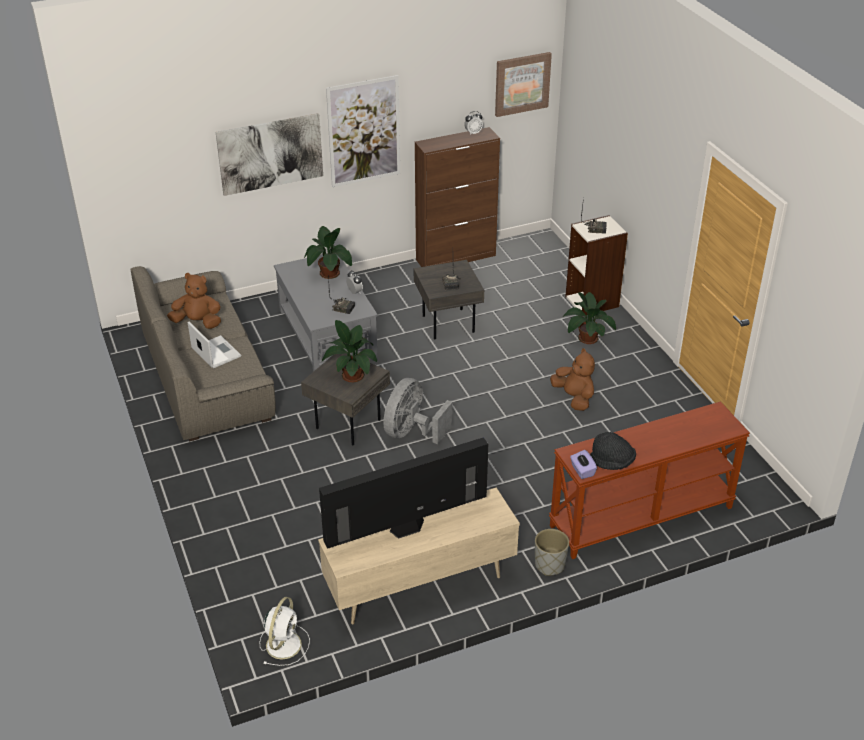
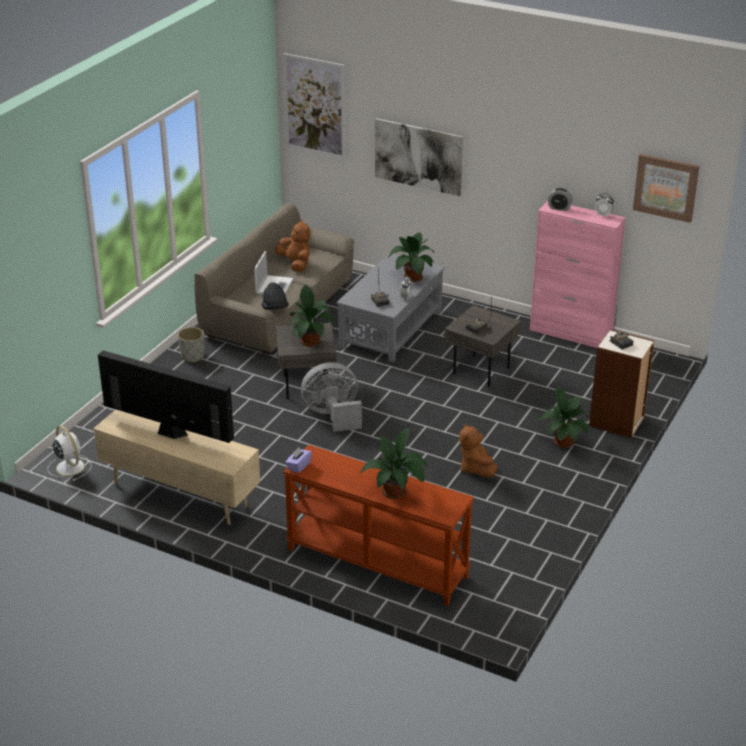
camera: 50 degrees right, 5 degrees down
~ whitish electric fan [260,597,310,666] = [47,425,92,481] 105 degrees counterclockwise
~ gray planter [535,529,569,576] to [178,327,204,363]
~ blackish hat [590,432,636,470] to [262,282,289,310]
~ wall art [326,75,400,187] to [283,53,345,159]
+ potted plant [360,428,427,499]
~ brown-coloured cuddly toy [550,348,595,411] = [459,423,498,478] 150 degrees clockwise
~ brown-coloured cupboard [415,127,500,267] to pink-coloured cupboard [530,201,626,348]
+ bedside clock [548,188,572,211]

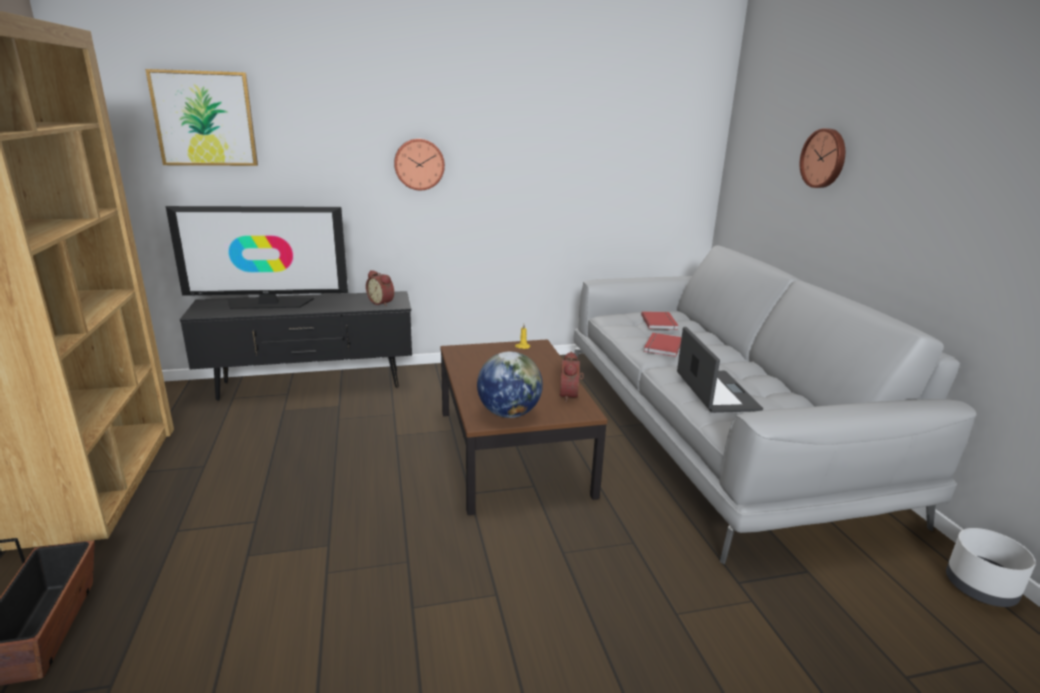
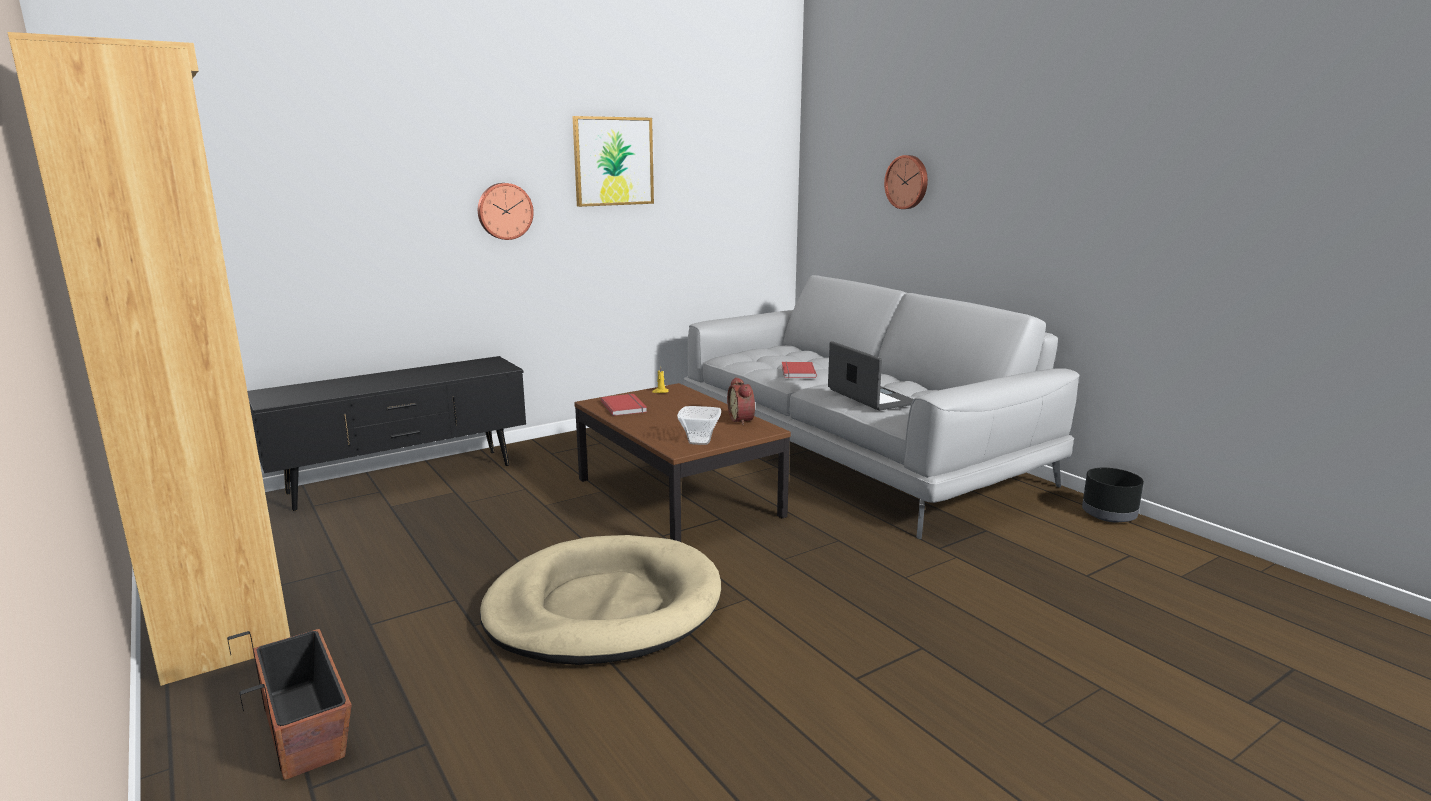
camera: 20 degrees left, 5 degrees down
+ beige dog cushion [480,535,721,665]
~ wall art [145,69,258,166] to [573,116,654,207]
~ reddish bound book [641,311,679,330] to [601,394,647,416]
~ globe [477,351,543,418] to bowl [677,406,721,445]
~ whitish planter [946,528,1036,607] to blackish planter [1082,468,1144,522]
- TV set [166,206,348,309]
- bedside clock [366,270,394,306]

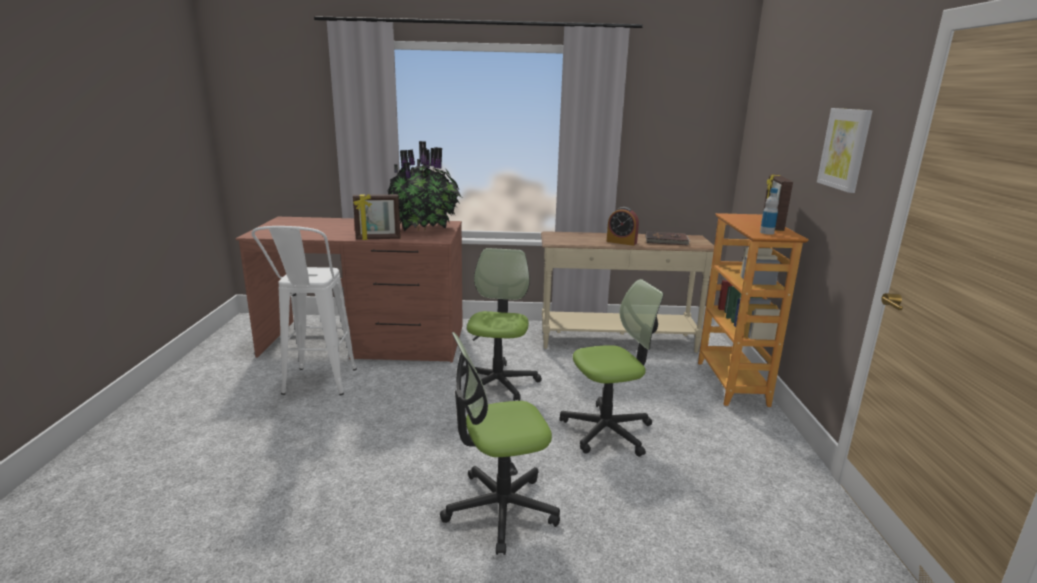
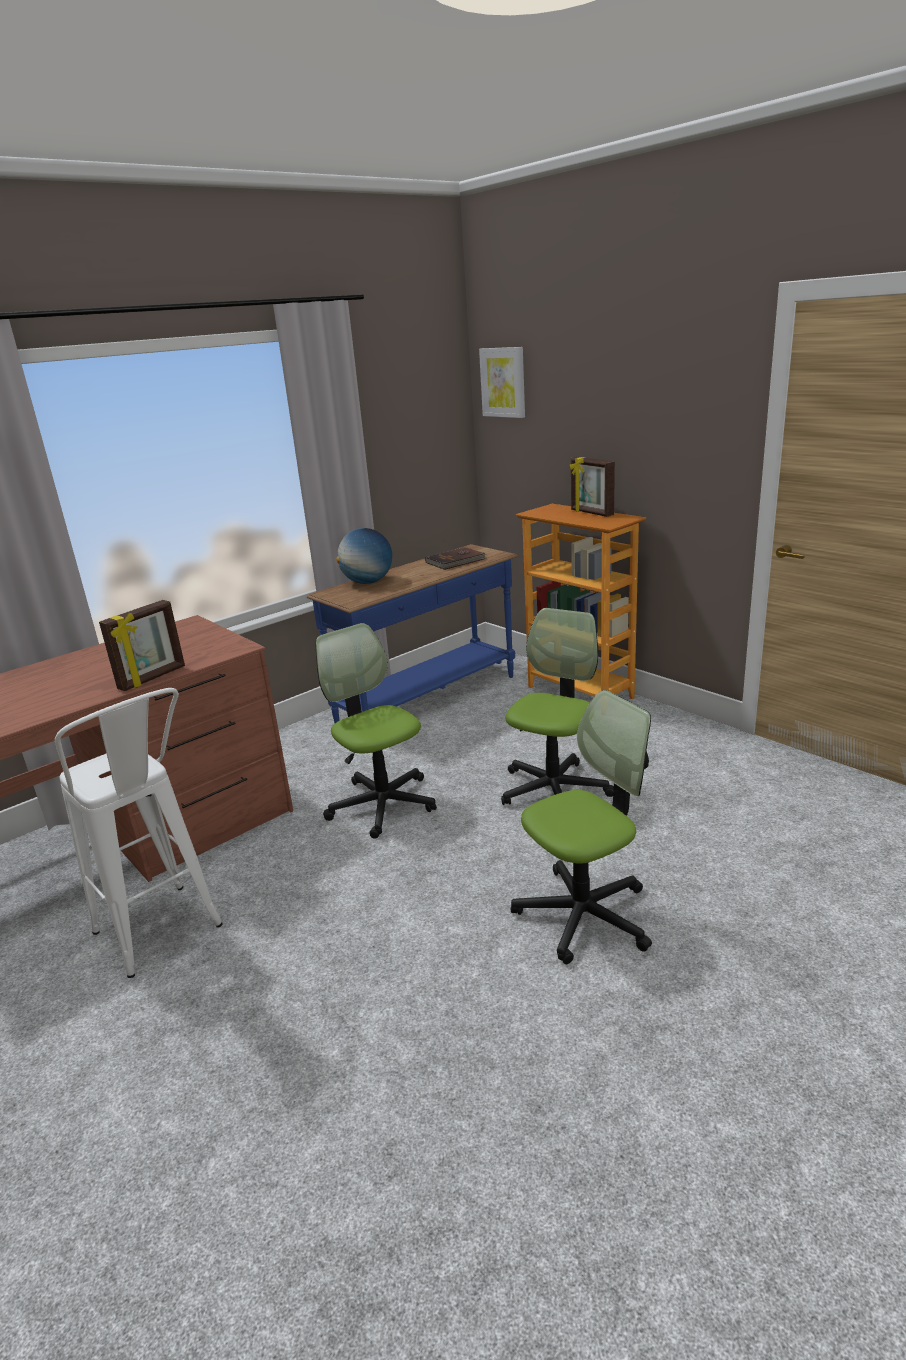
camera: 40 degrees left, 5 degrees up
~ beige console table [541,231,714,353] to blue-coloured console table [307,544,518,723]
+ globe [336,528,392,584]
~ wall art [817,108,872,193] to [479,347,525,418]
~ desk chair [440,332,560,555] = [511,690,652,964] 150 degrees counterclockwise
- potted plant [387,141,462,232]
- bedside clock [607,207,639,246]
- beverage bottle [760,188,779,235]

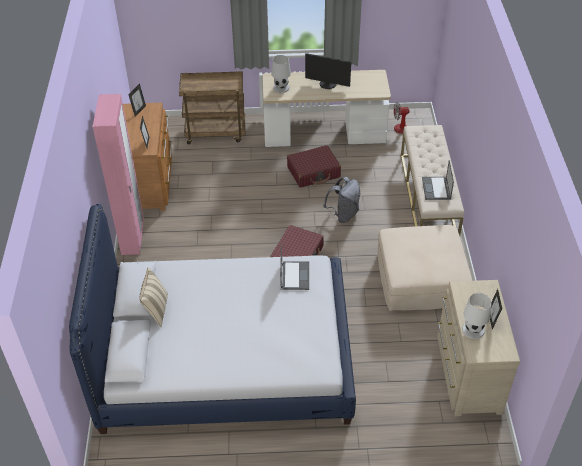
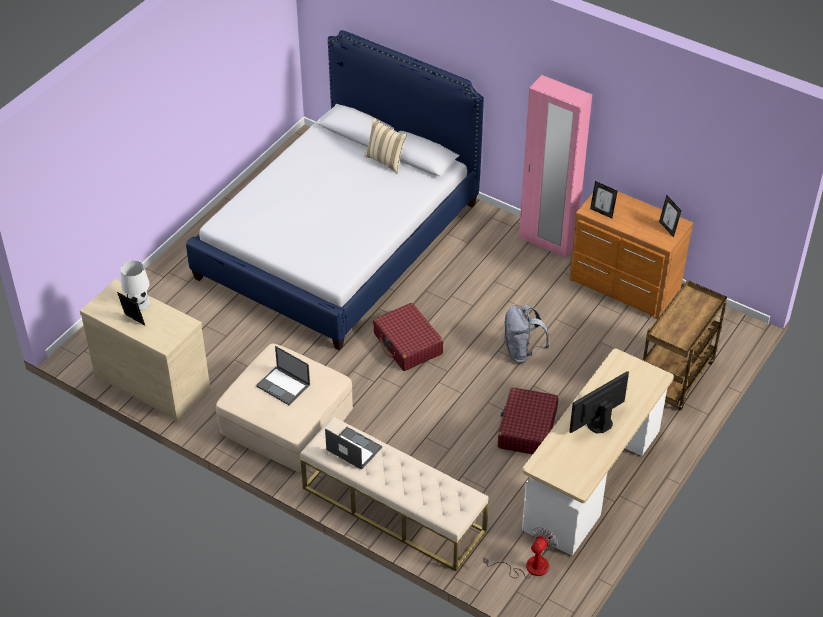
camera: 125 degrees right, 0 degrees up
~ notebook computer [280,245,309,290] to [256,346,310,405]
~ gray knapsack [323,177,361,223] to [503,305,549,363]
- whitish tabletop lamp [271,55,291,93]

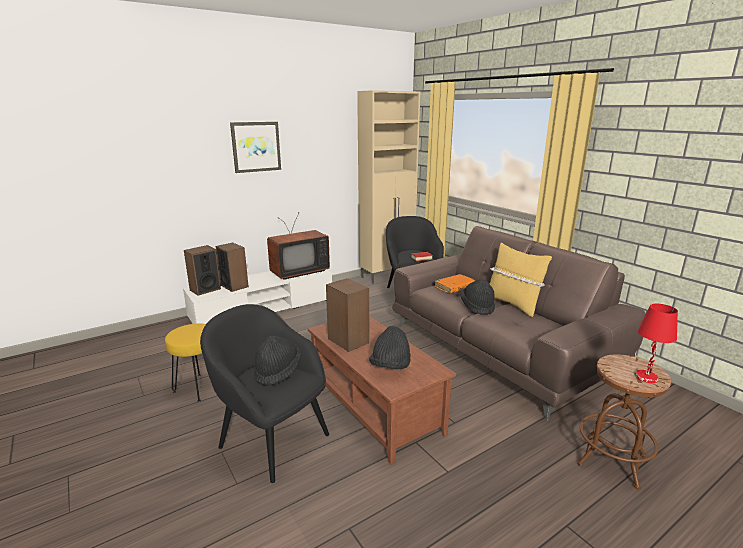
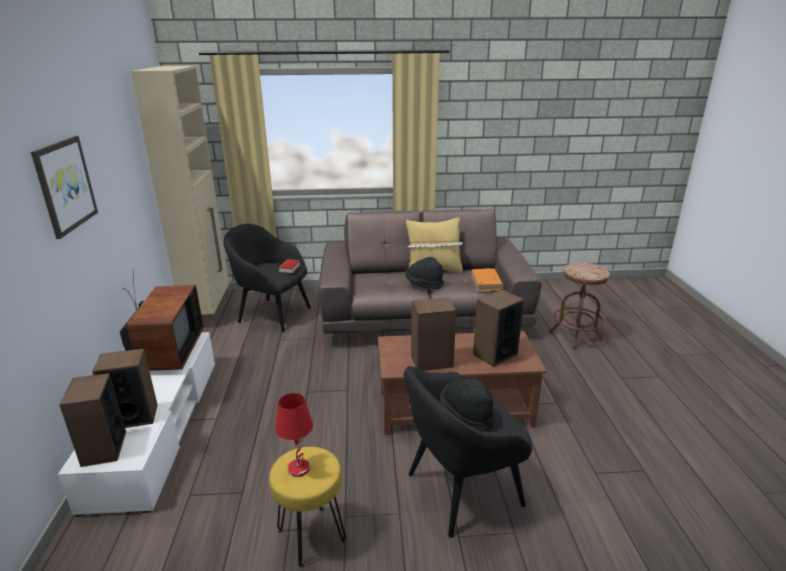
camera: 60 degrees left, 5 degrees up
~ reddish tabletop lamp [635,304,678,383] to [276,393,313,477]
~ orangey bound book [435,274,475,293] to [471,268,503,291]
~ blackish hat [369,326,410,369] to speaker [473,289,524,367]

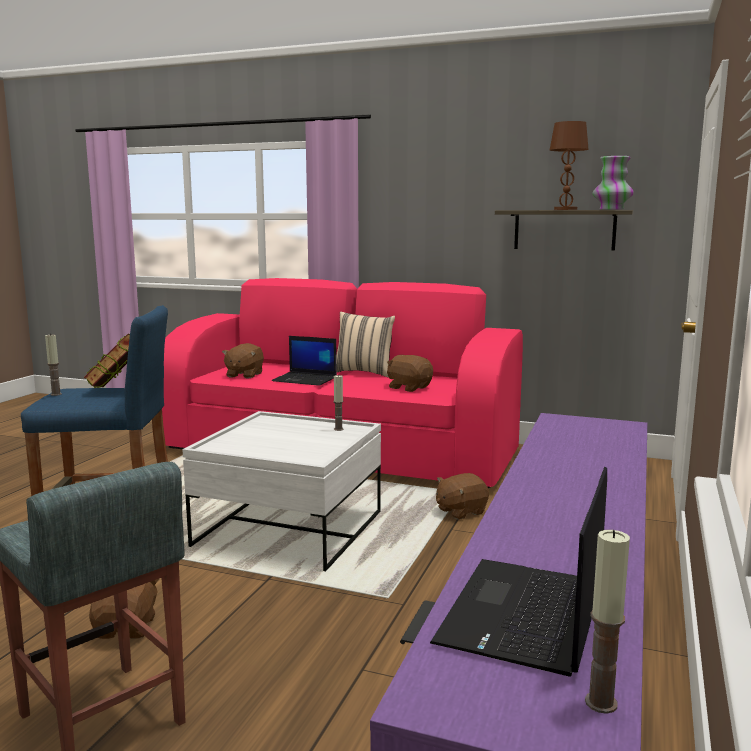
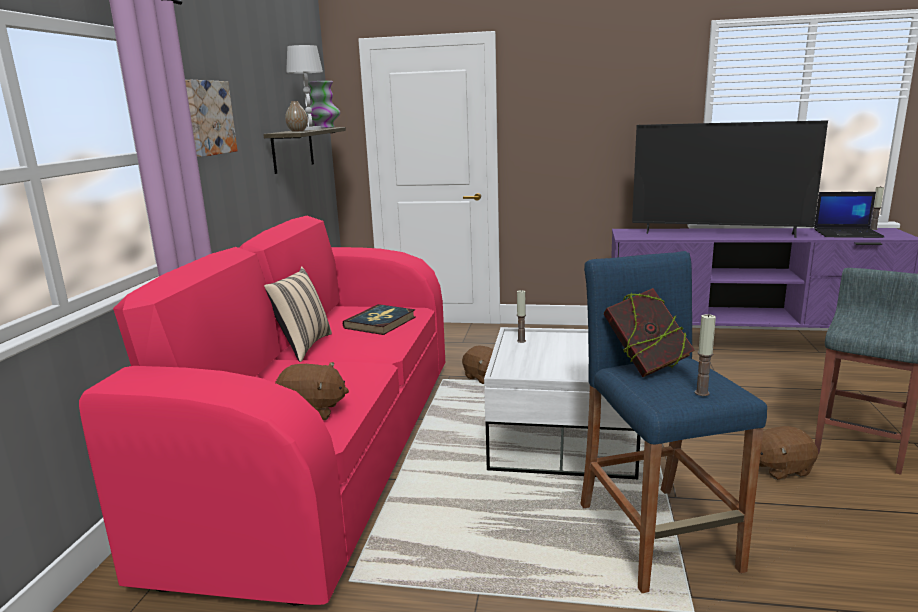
camera: 100 degrees left, 5 degrees up
+ wall art [185,80,238,157]
+ vase [285,101,308,132]
~ brown-coloured tabletop lamp [550,121,589,210] to whitish tabletop lamp [286,45,323,130]
~ brown-coloured cuddly toy [387,355,433,392] to bound book [343,304,416,335]
+ TV set [632,120,828,238]
- notebook computer [272,336,337,386]

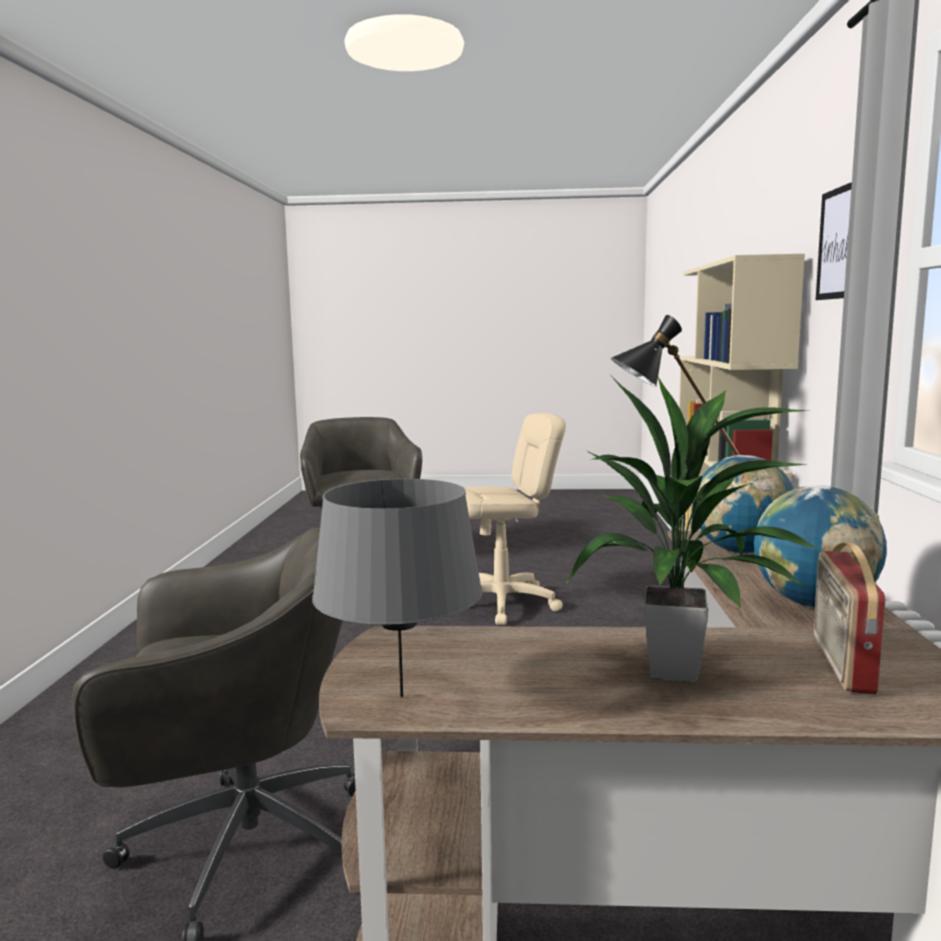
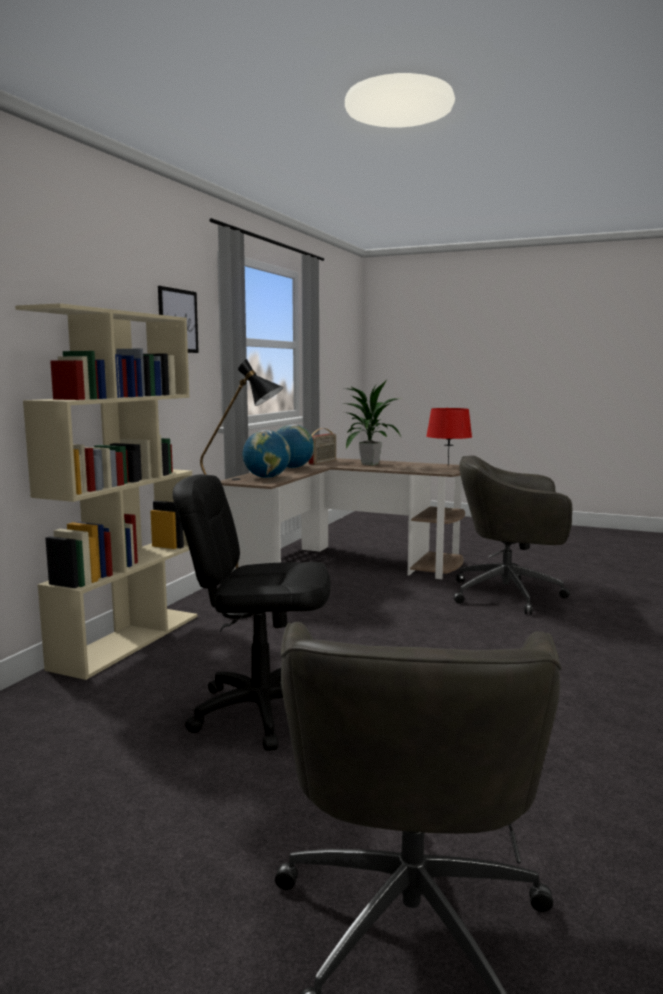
camera: 160 degrees left, 0 degrees up
~ beige desk chair [463,413,566,625] to blackish desk chair [173,474,331,751]
~ gray tabletop lamp [312,479,483,697] to reddish tabletop lamp [426,408,472,466]

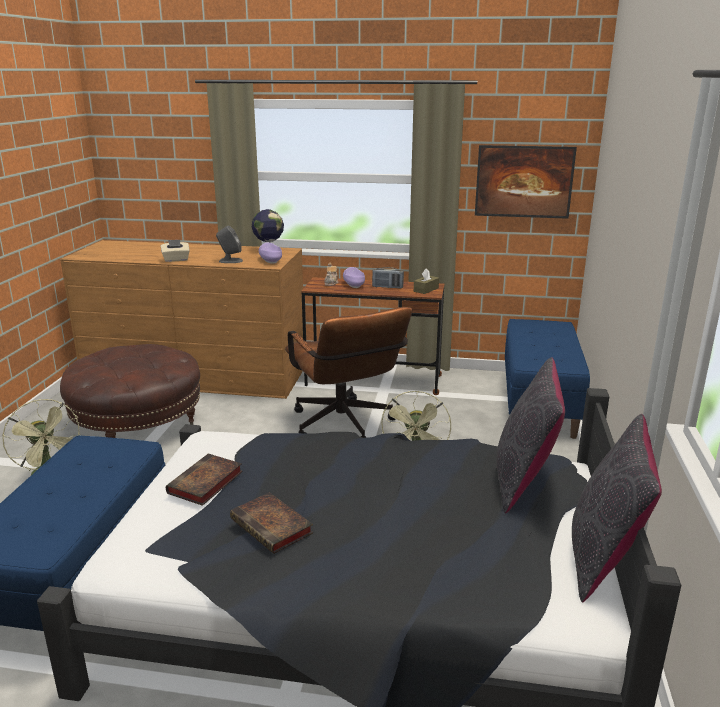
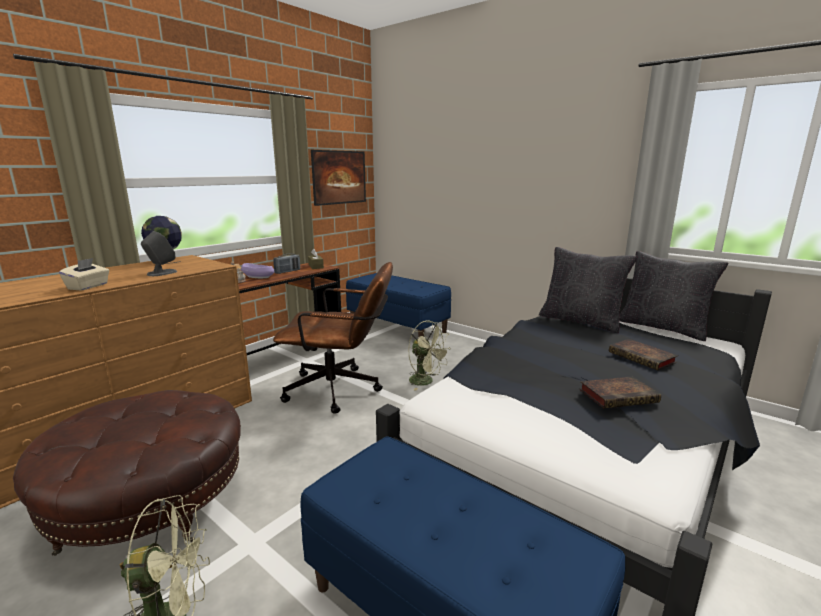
camera: 60 degrees left, 5 degrees down
~ bound book [166,454,243,506] to [609,339,678,370]
- purple-coloured bowl [259,242,282,264]

